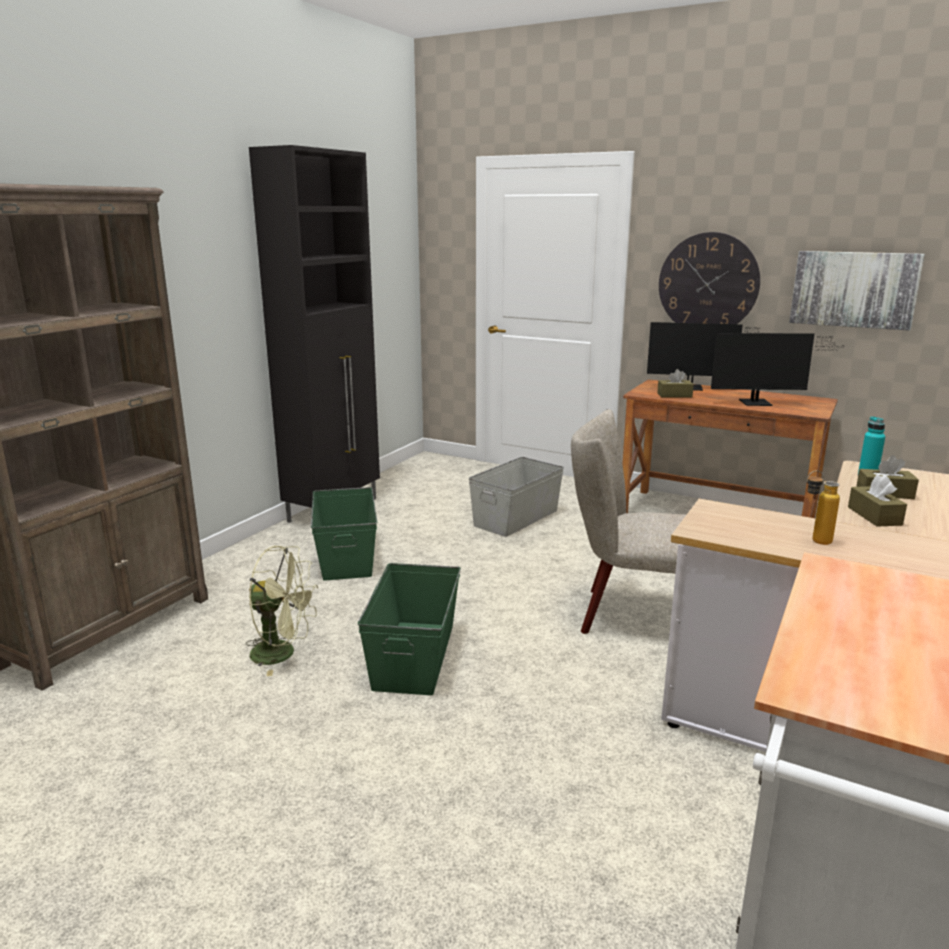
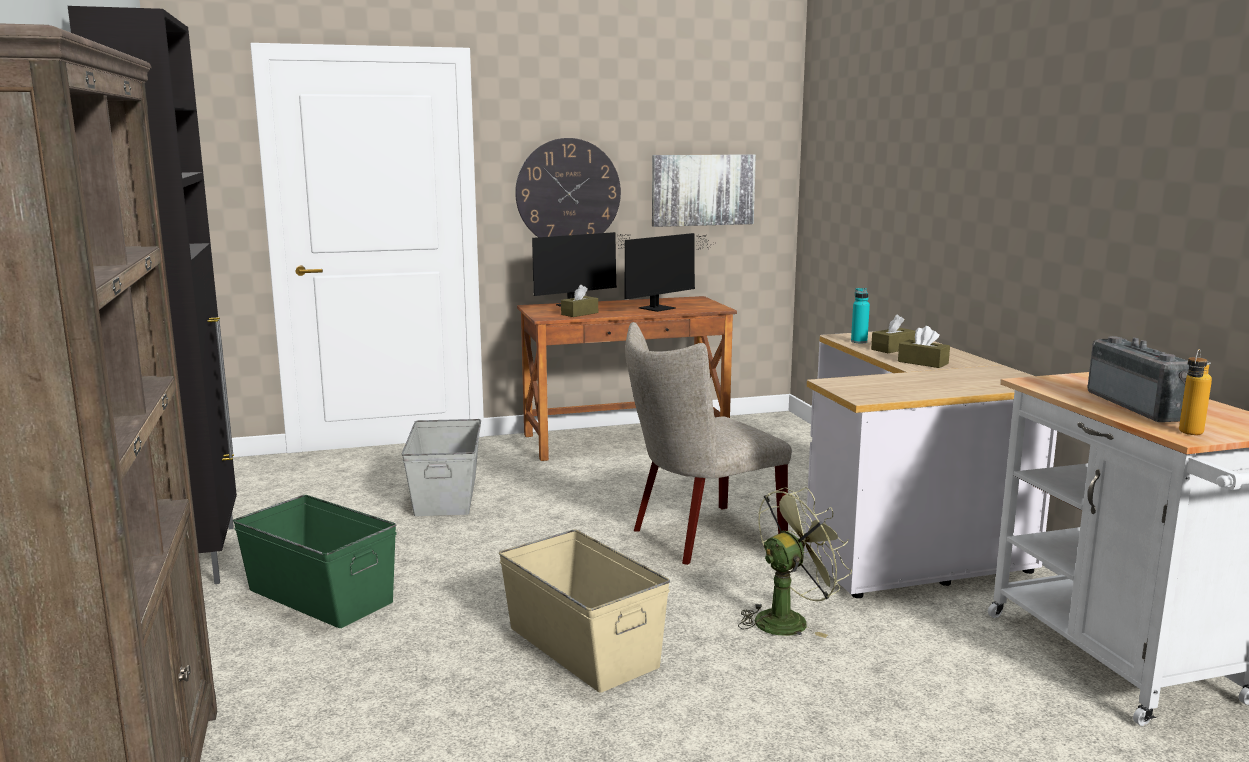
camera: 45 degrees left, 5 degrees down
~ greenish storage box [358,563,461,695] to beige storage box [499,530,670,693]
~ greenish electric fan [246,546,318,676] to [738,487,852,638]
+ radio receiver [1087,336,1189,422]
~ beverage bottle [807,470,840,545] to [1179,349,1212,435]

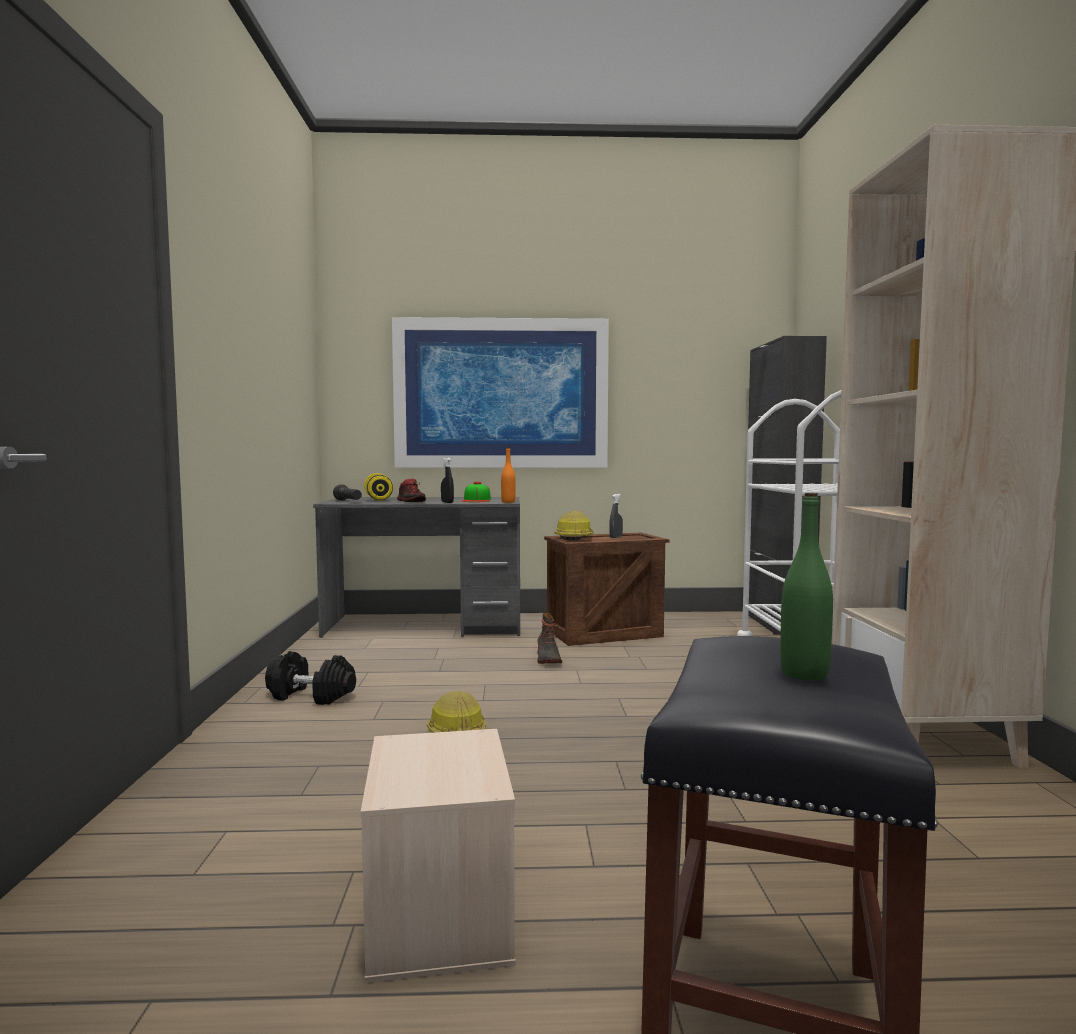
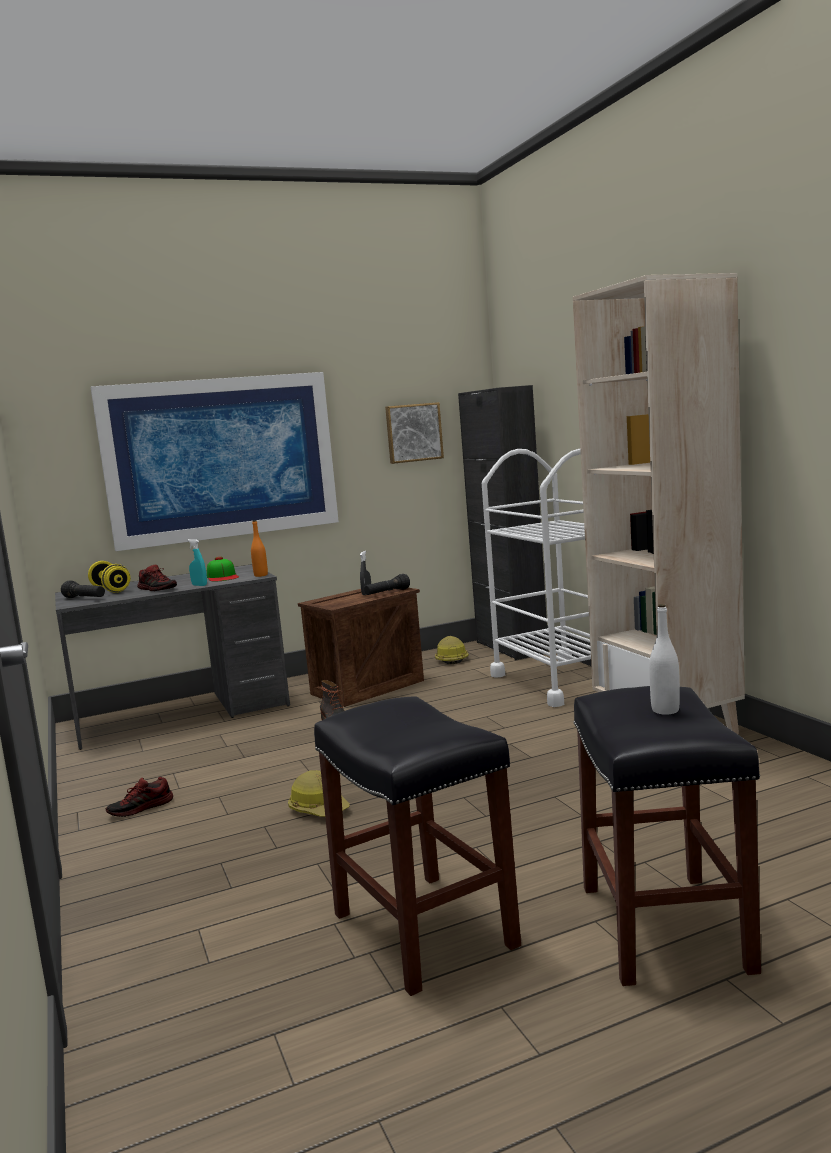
camera: 20 degrees left, 5 degrees up
~ blackish hand weight [265,651,356,705] to item of footwear [106,777,173,817]
~ blackish spray bottle [441,457,454,503] to turquoise-coloured spray bottle [187,539,207,586]
~ beige storage box [361,729,516,983] to blackish stool [314,696,521,996]
+ blackish hand torch [364,574,410,595]
+ wall art [385,402,444,464]
~ hard hat [555,511,594,541] to [435,636,469,664]
~ greenish beverage bottle [780,493,833,681] to whitish beverage bottle [649,604,680,715]

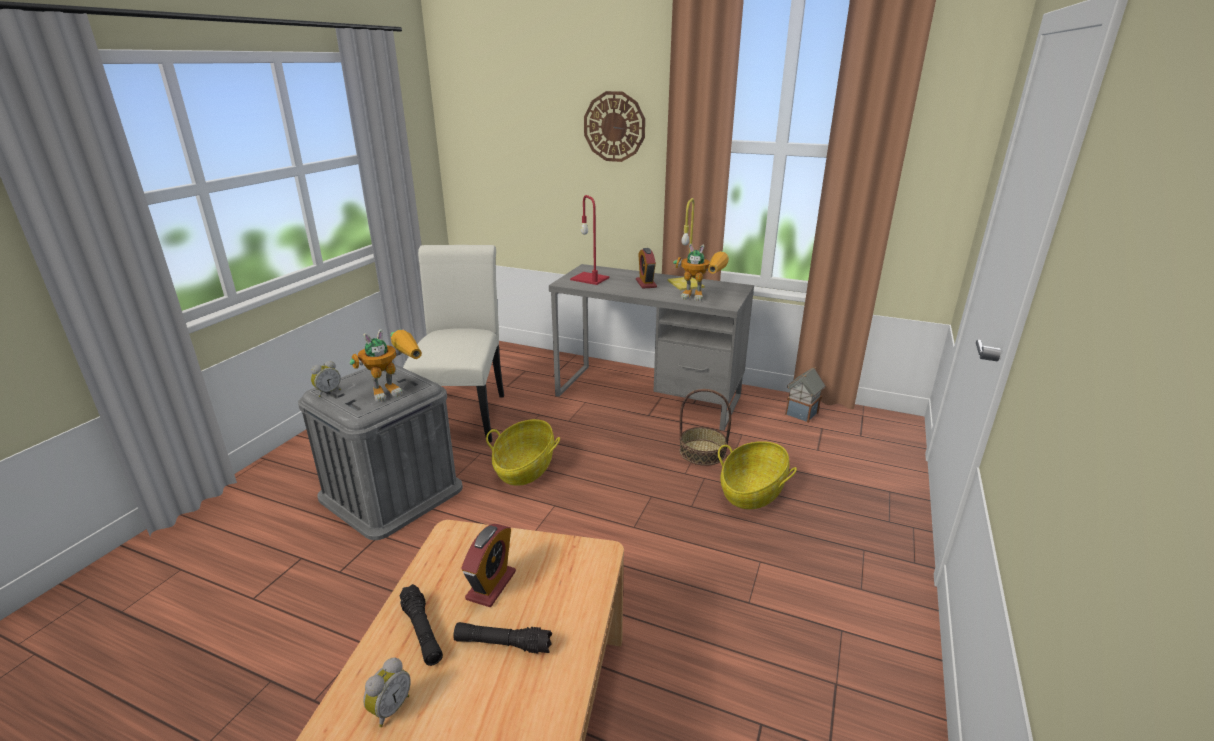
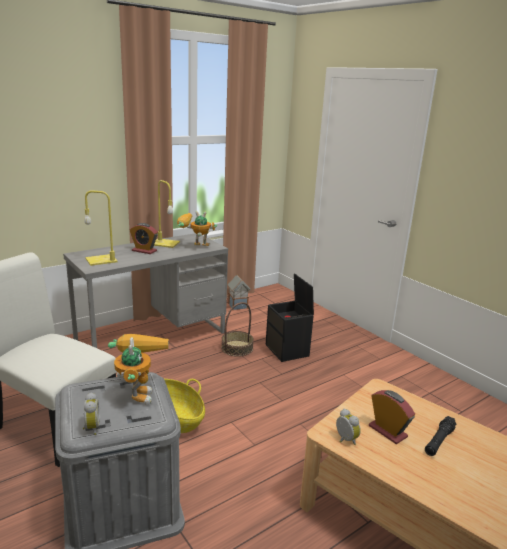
camera: 60 degrees left, 5 degrees down
~ reddish tabletop lamp [570,195,610,285] to yellow-coloured tabletop lamp [84,190,118,266]
~ toy robot [673,244,729,301] = [177,211,217,246] 135 degrees counterclockwise
~ household basket [718,441,797,509] to blackish storage box [266,273,314,362]
~ bedside clock [363,657,411,727] to [336,409,361,445]
- blackish hand torch [399,584,443,666]
- wall clock [584,91,645,162]

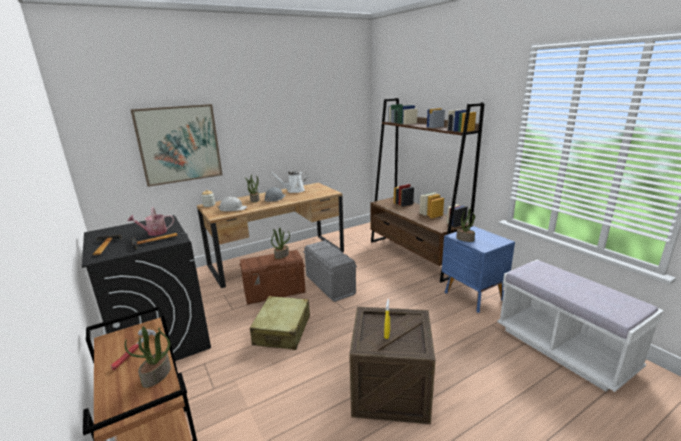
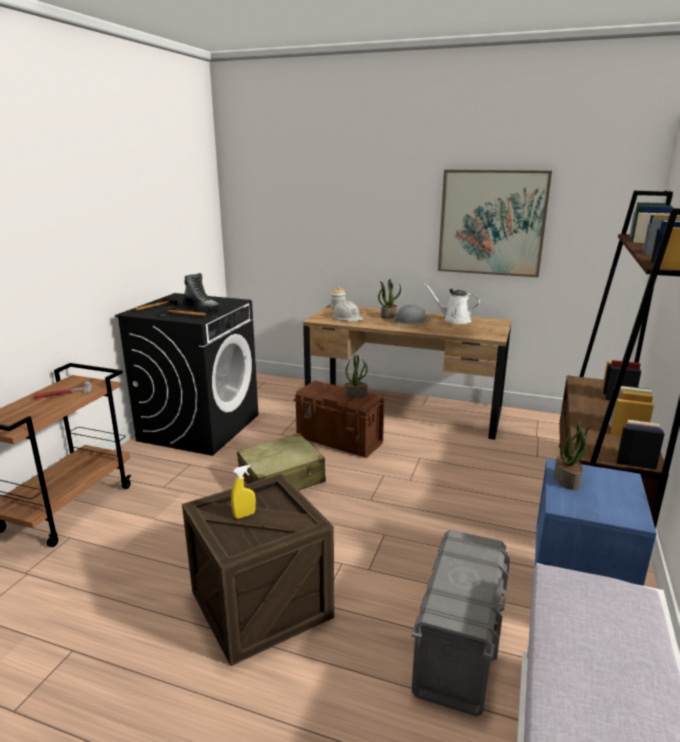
camera: 50 degrees right, 0 degrees up
~ sprinkling can [128,207,174,236] to boot [182,273,220,312]
~ gray storage box [303,241,357,302] to [411,530,510,716]
~ wall art [130,104,222,187] to [438,170,552,277]
- potted plant [125,326,171,388]

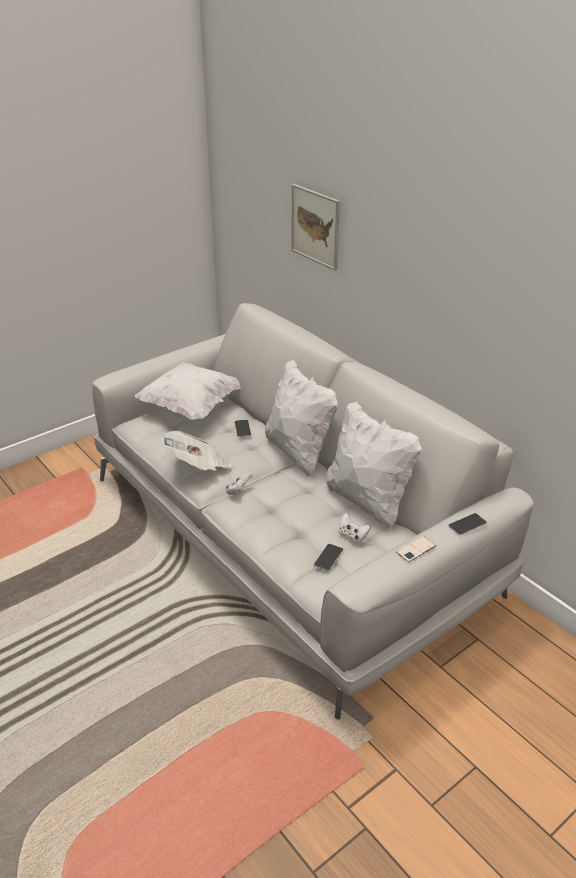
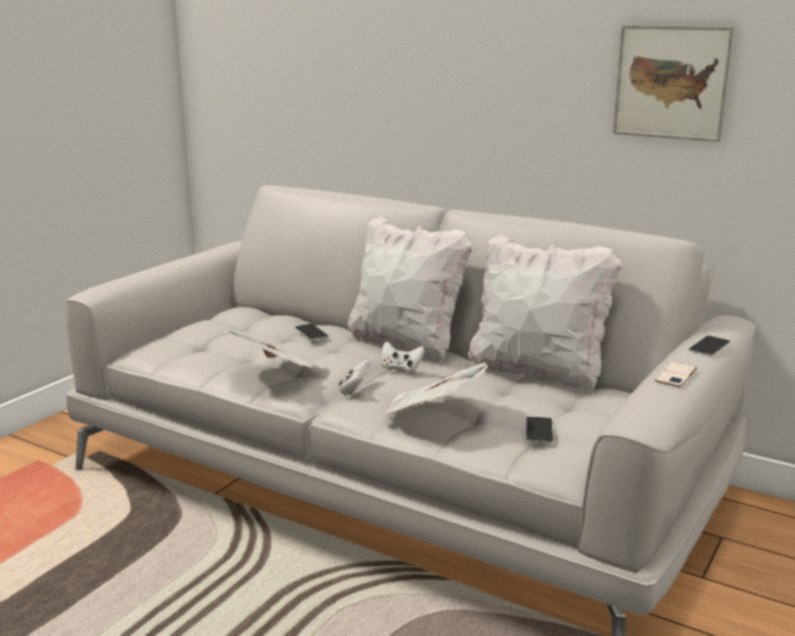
camera: 20 degrees left, 15 degrees down
+ newspaper [380,362,488,416]
~ whitish joypad [339,513,371,543] to [381,341,424,373]
~ wall art [292,184,340,271] to [613,25,735,142]
- whitish cushion [135,363,241,421]

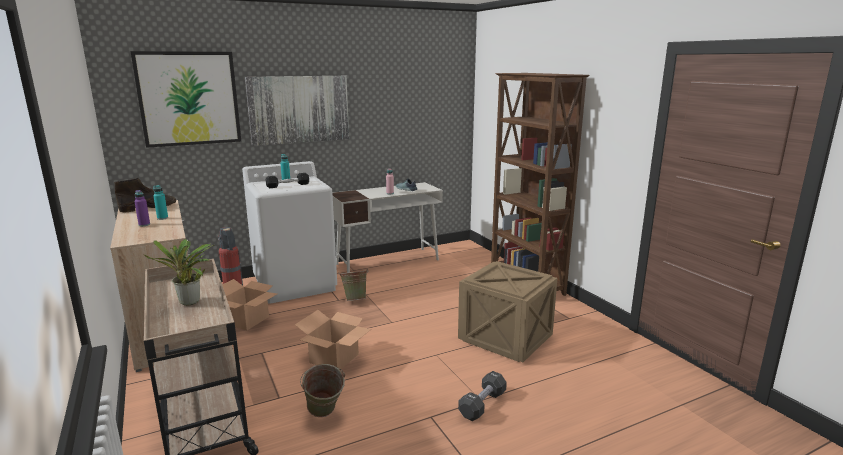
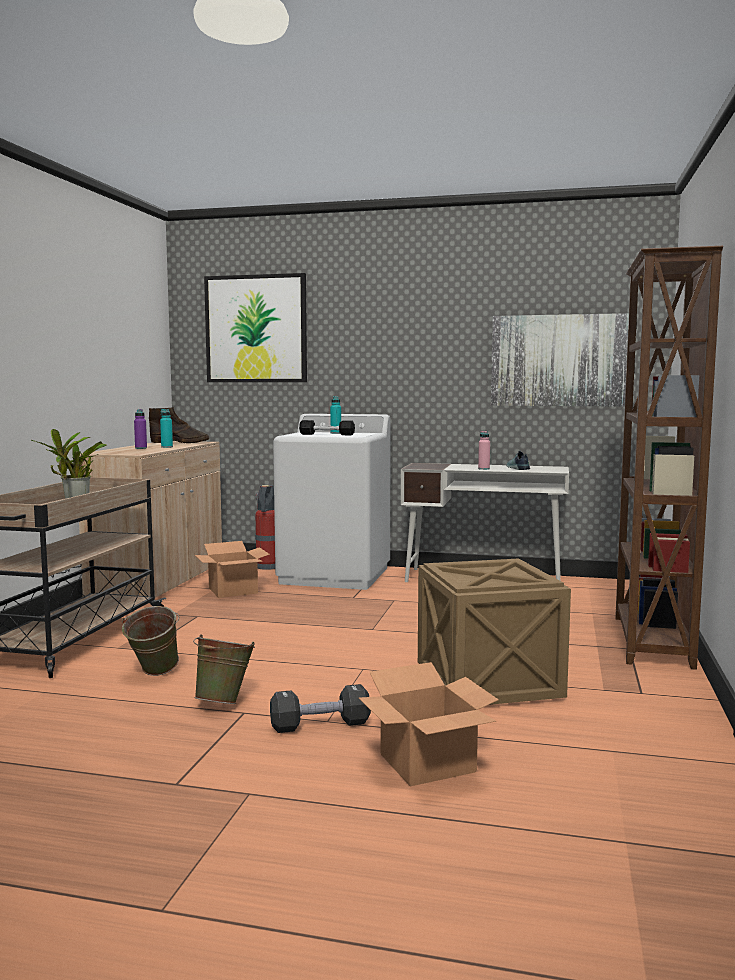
camera: 40 degrees right, 10 degrees down
~ greenish water bucket [339,269,368,301] to [193,634,255,704]
~ packing box [295,310,371,370] to [359,662,499,786]
~ wall art [245,76,349,146] to [491,313,637,407]

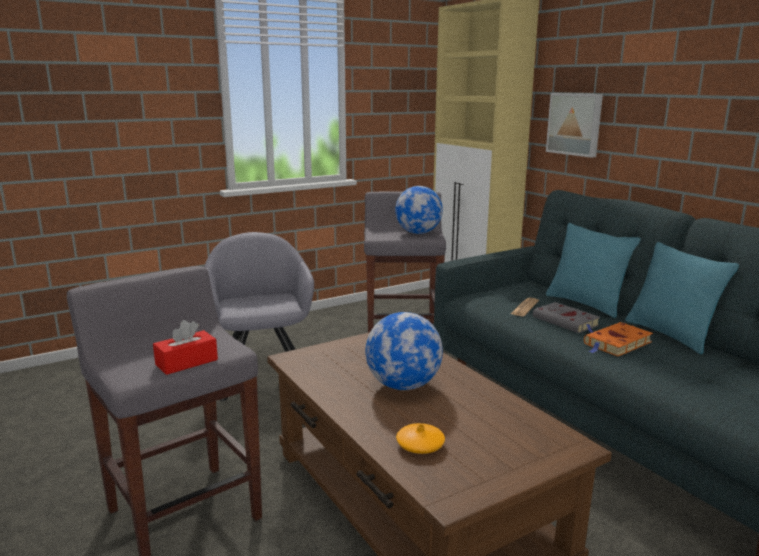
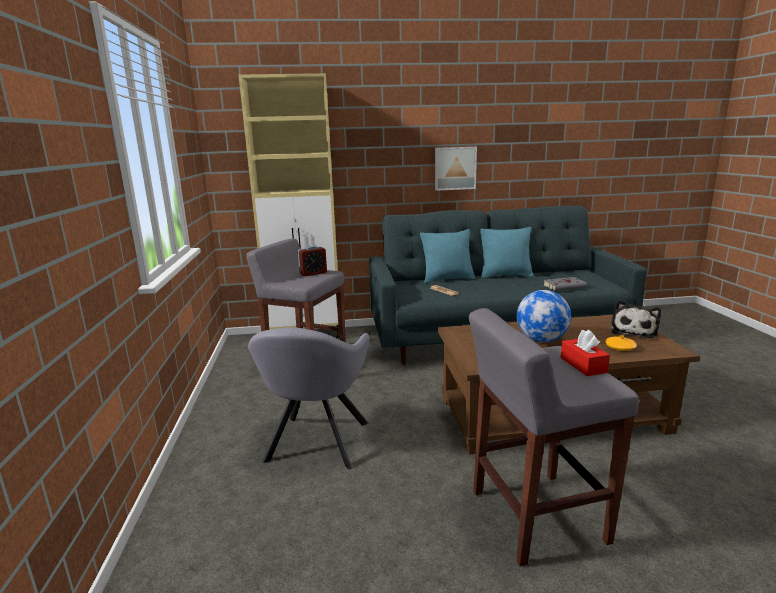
camera: 65 degrees left, 0 degrees up
~ gray easy chair [204,232,314,401] = [248,327,369,469] 90 degrees counterclockwise
~ globe [395,186,443,234] to bedside clock [298,246,327,276]
~ wall art [546,93,603,158] to [435,147,477,191]
~ gray bound book [533,302,600,333] to [543,277,587,291]
+ cuddly toy [611,300,661,338]
- orangey bound book [584,322,653,357]

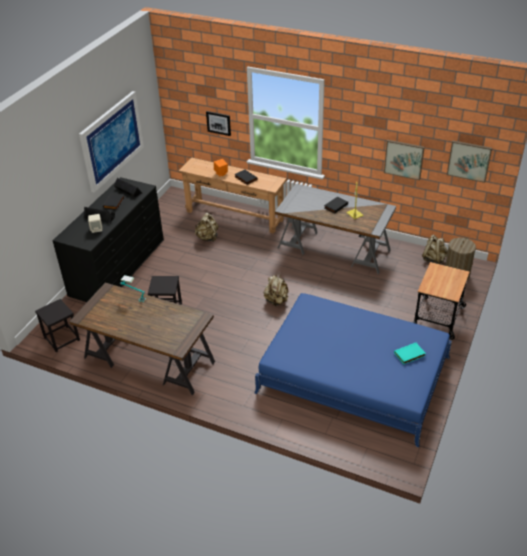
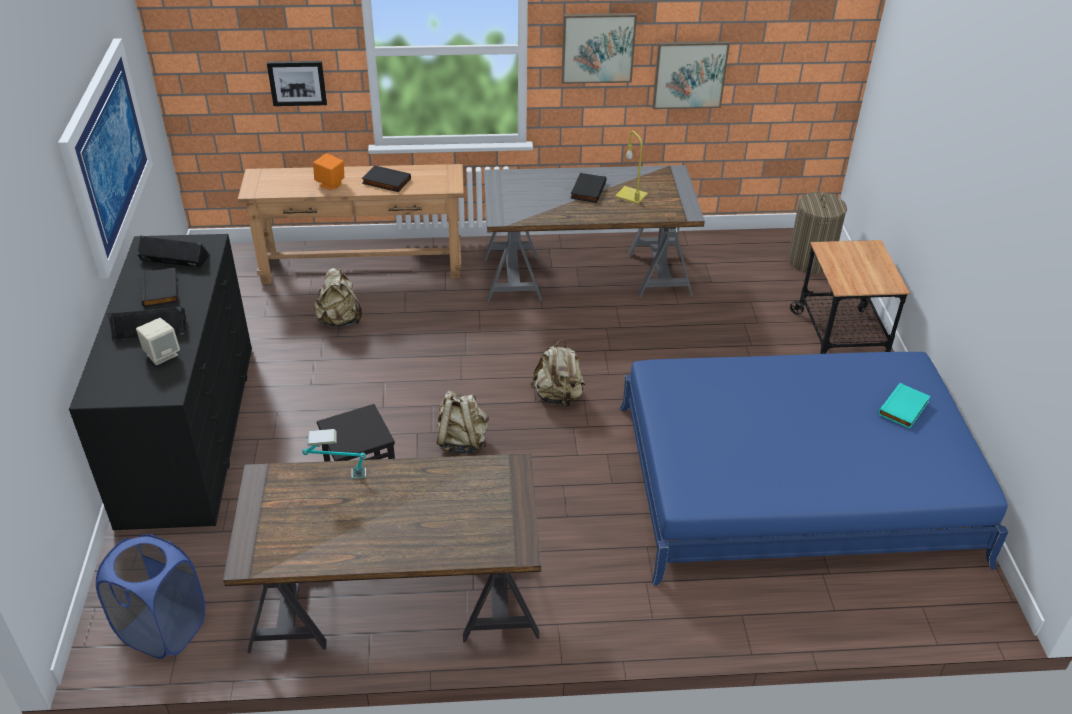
camera: 30 degrees left, 0 degrees up
~ blackish stool [35,299,80,352] to blue-coloured hamper [96,534,205,659]
~ beige knapsack [422,235,448,264] to [437,391,489,453]
~ wall art [447,141,492,183] to [561,13,637,84]

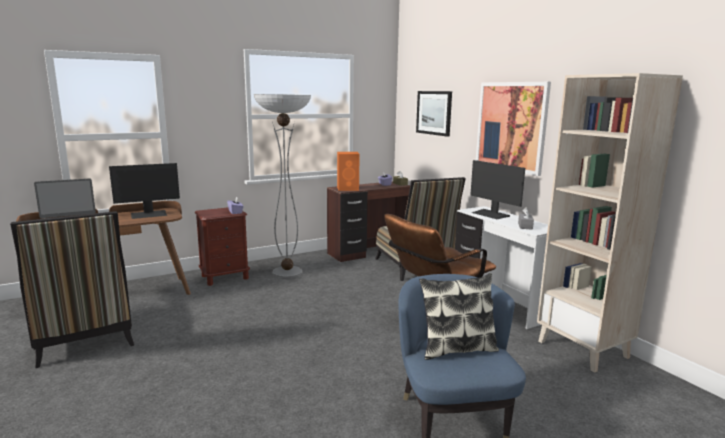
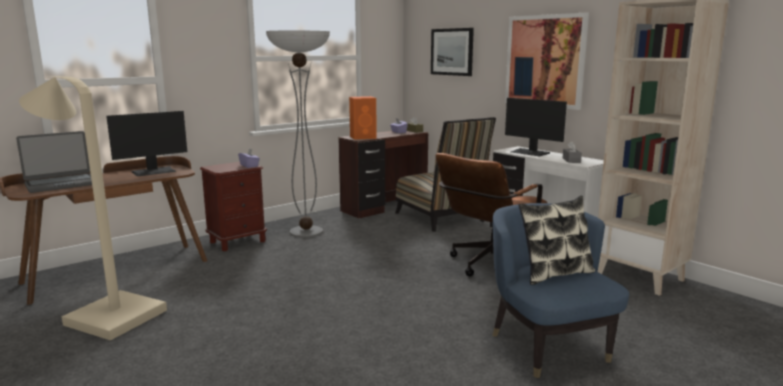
camera: 10 degrees left, 0 degrees up
~ upright chair [10,211,134,368] to beige floor lamp [19,76,167,340]

